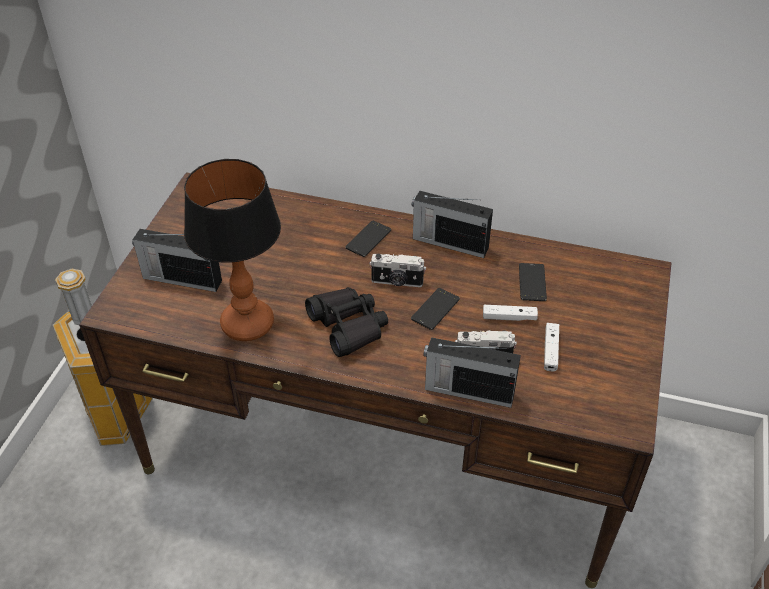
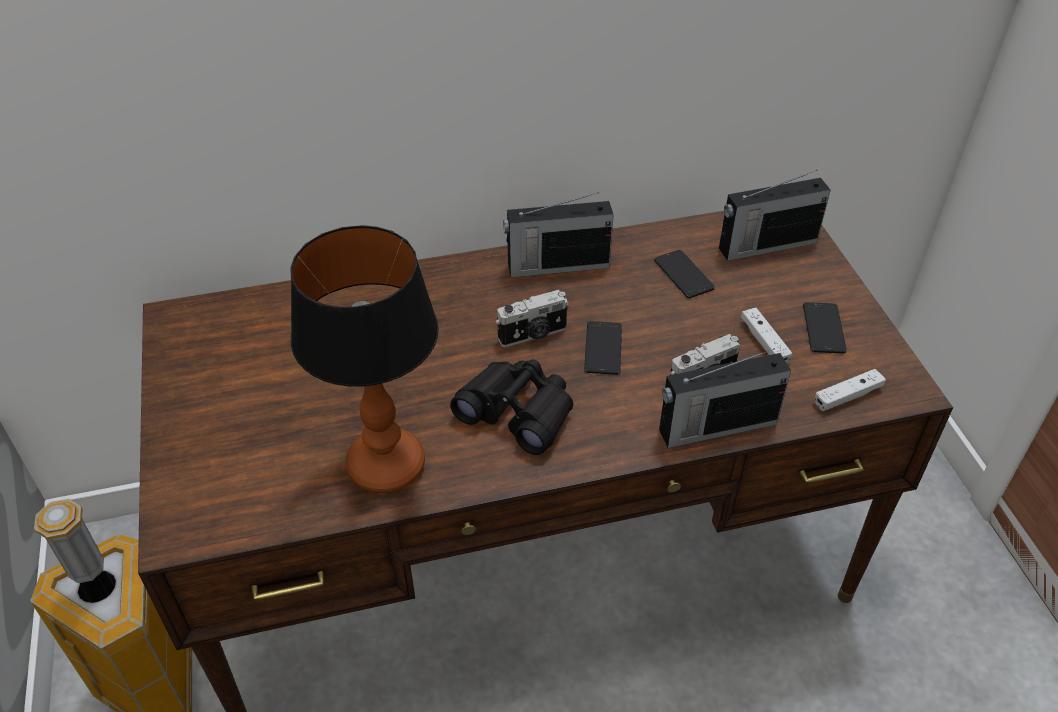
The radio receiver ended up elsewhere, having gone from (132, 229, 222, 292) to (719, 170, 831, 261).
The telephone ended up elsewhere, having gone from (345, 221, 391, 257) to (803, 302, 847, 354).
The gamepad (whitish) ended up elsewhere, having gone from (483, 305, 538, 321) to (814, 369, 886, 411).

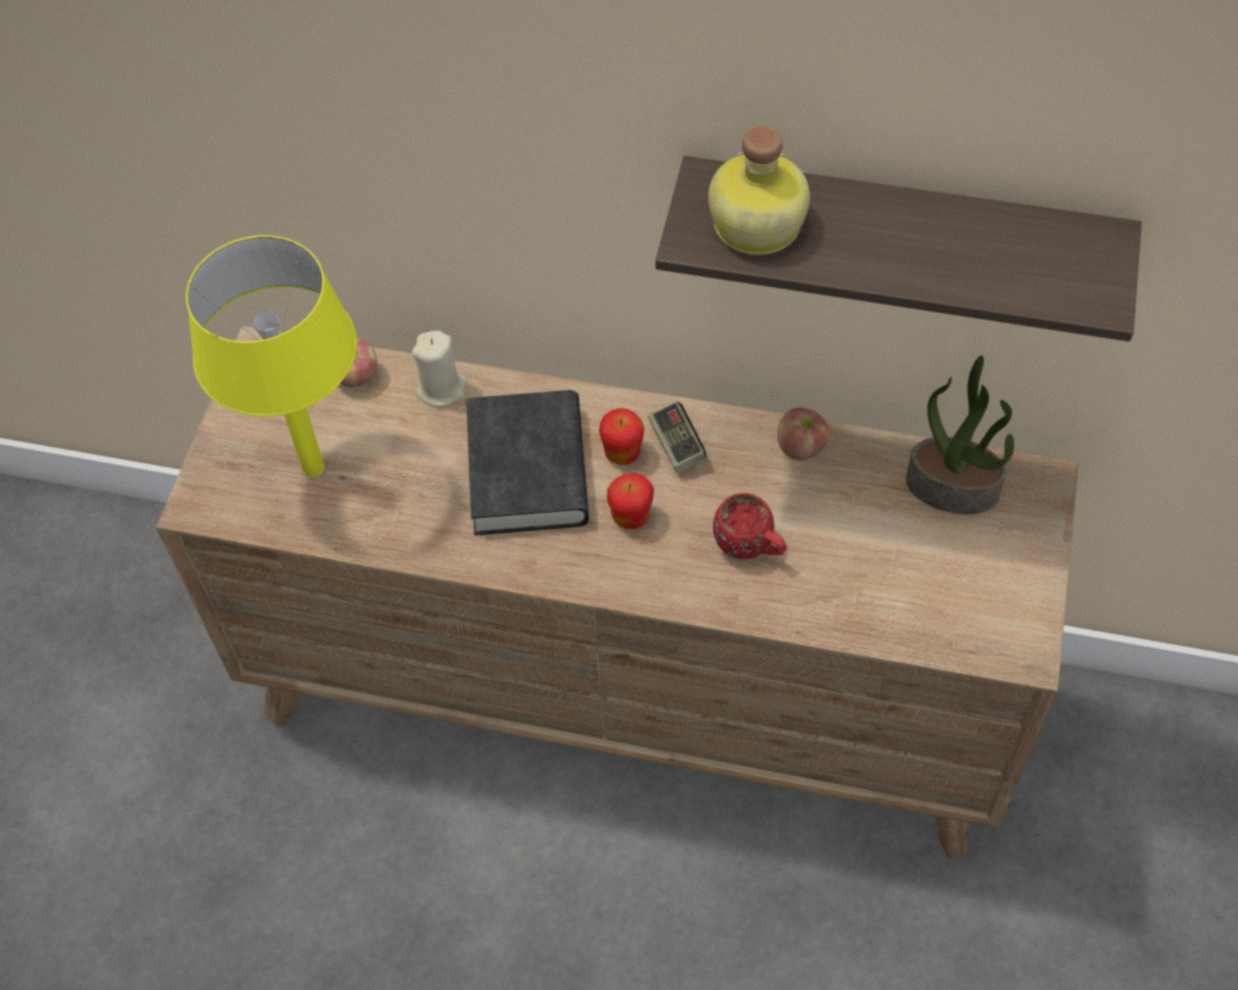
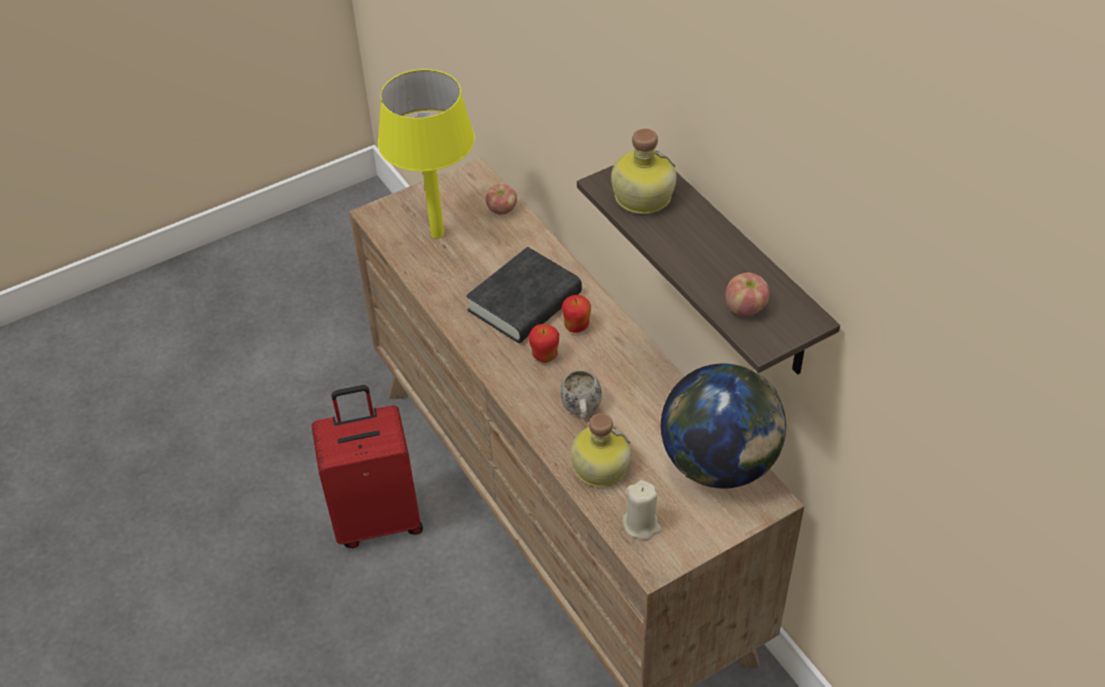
The wax light (beige) ended up elsewhere, having gone from (412, 330, 467, 407) to (623, 480, 662, 540).
The second view lost the gamepad at (648, 401, 707, 473).
What was the mug (reddish) at (713, 493, 787, 560) turned into the mug (whitish) at (560, 370, 602, 419).
The whole apple ended up elsewhere, having gone from (777, 407, 829, 460) to (725, 273, 769, 316).
Where the potted plant stood at (906, 356, 1014, 514), the globe came to stand at (661, 364, 786, 489).
The second view gained the suitcase (reddish) at (312, 385, 423, 548).
The second view gained the beverage bottle at (570, 413, 631, 487).

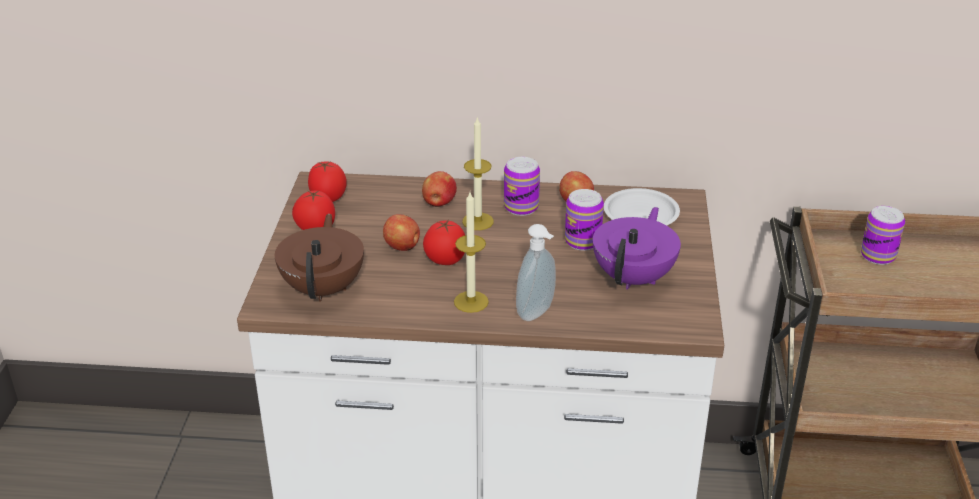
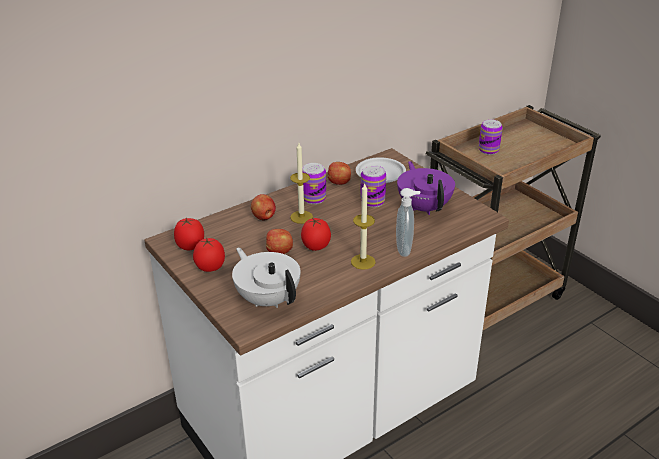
What was the teapot (brown) at (275, 214, 364, 302) turned into the teapot (whitish) at (232, 248, 300, 308).

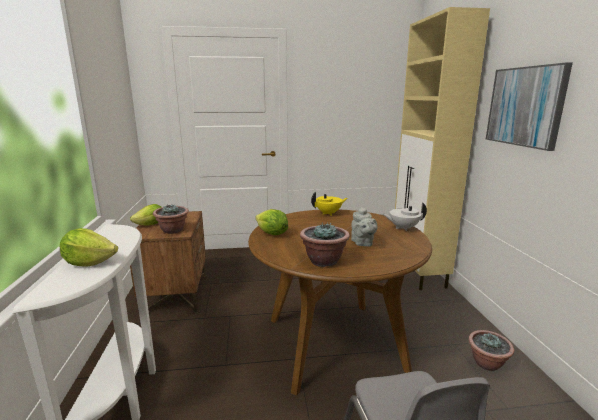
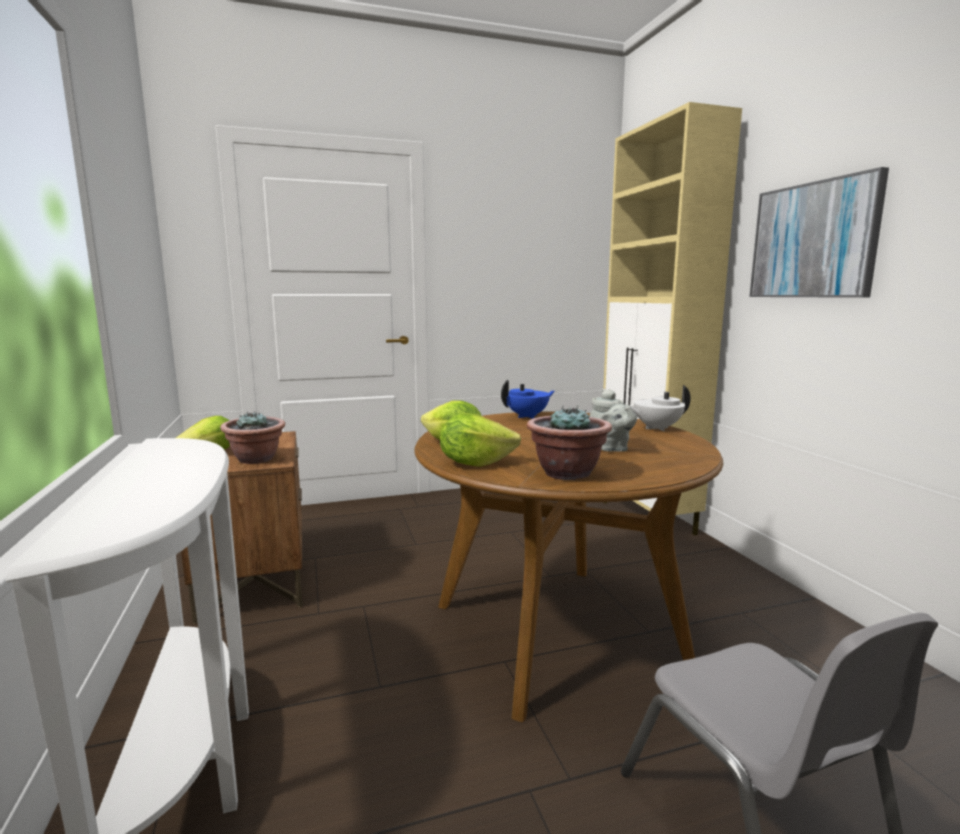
The head of lettuce ended up elsewhere, having gone from (60, 228, 118, 267) to (440, 413, 521, 467).
What was the teapot (yellow) at (311, 192, 347, 216) turned into the teapot (blue) at (501, 380, 555, 419).
The second view lost the potted plant at (469, 330, 514, 371).

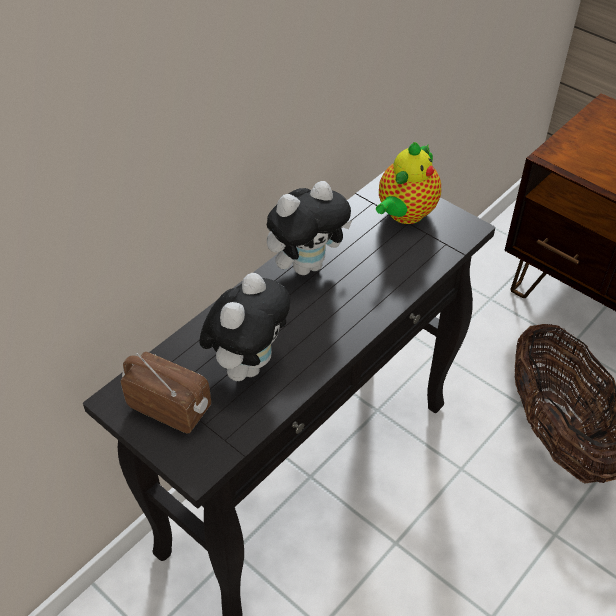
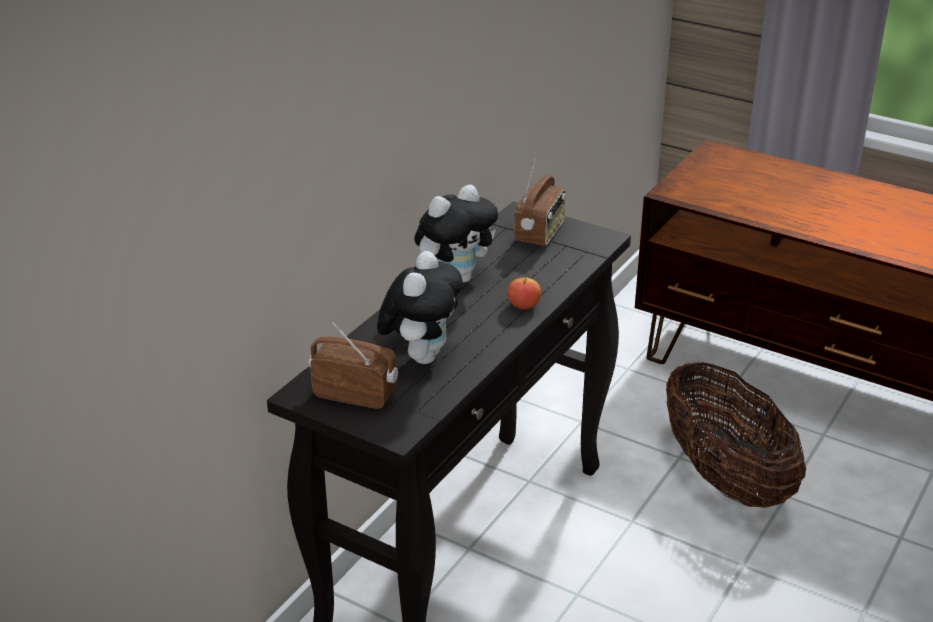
Where the teapot stood at (376, 142, 441, 224), the radio receiver came to stand at (514, 158, 566, 246).
The second view gained the whole apple at (507, 277, 541, 310).

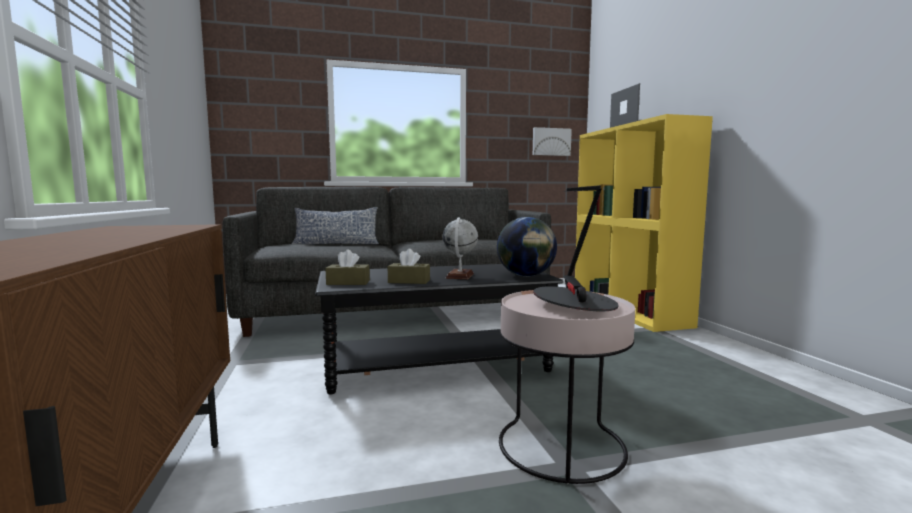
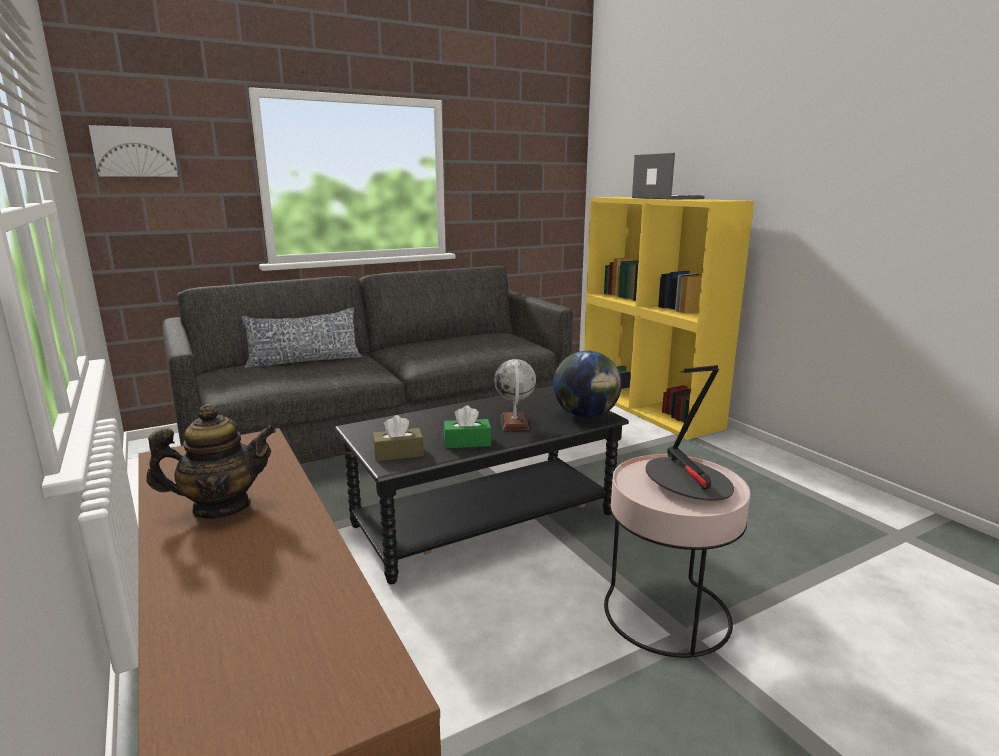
What was the tissue box (brown) at (388, 249, 430, 284) turned into the tissue box (green) at (444, 405, 491, 448).
The picture ended up elsewhere, having gone from (533, 127, 572, 156) to (89, 125, 178, 177).
The second view gained the teapot at (147, 404, 276, 519).

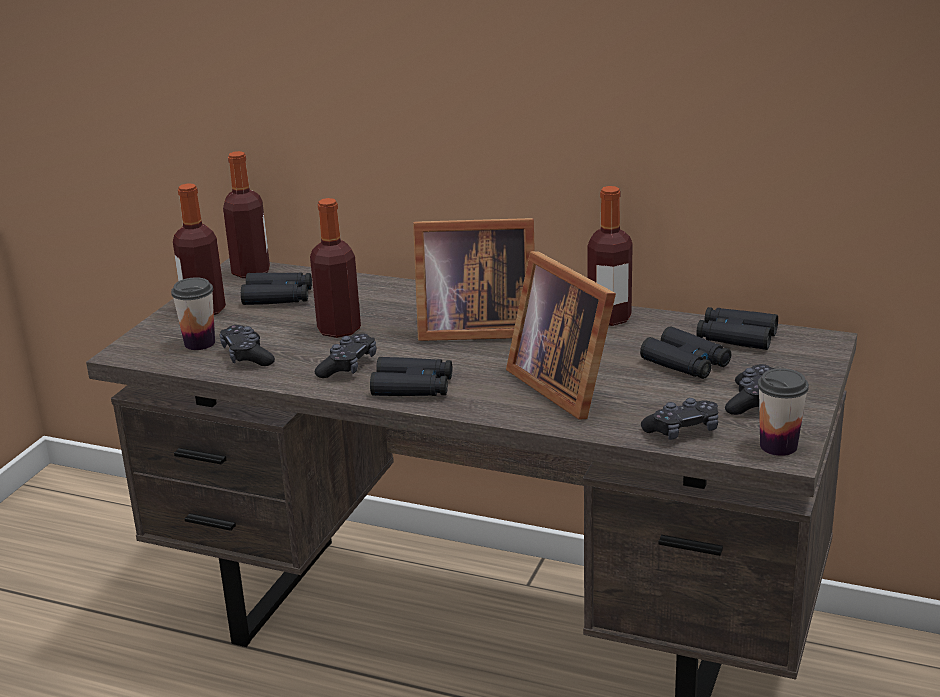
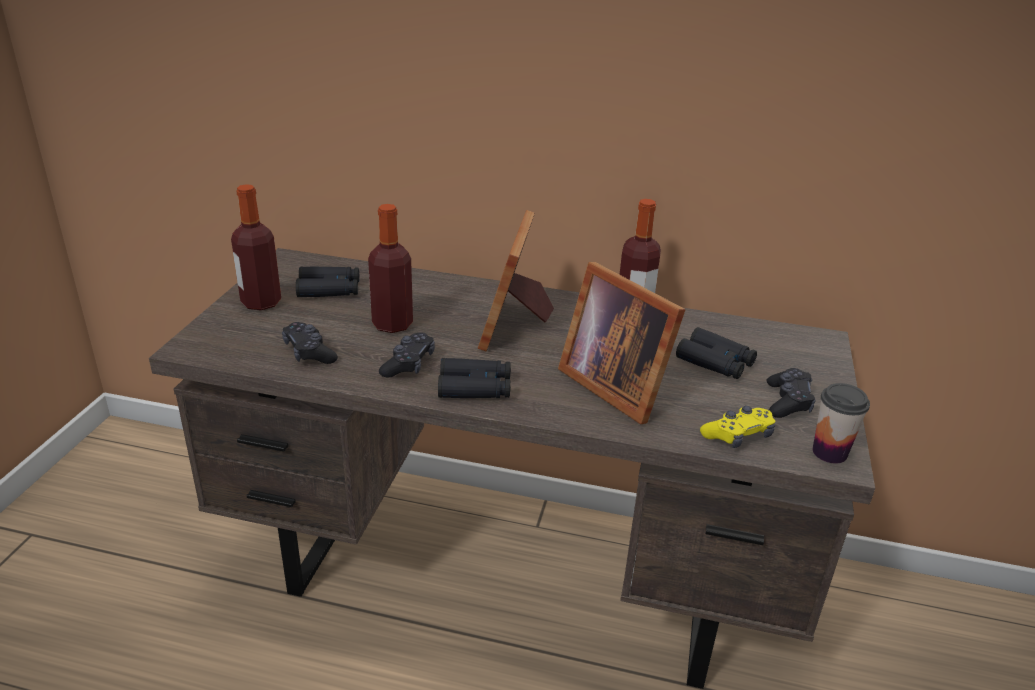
The second view lost the cup at (171, 277, 215, 350).
The second view lost the beverage bottle at (223, 151, 270, 278).
The standing frame at (413, 218, 535, 341) ended up facing another way, 105 degrees clockwise from before.
What was the gamepad (blackish) at (641, 398, 719, 440) turned into the gamepad (yellow) at (700, 406, 775, 448).
The second view lost the field glasses (blackish) at (696, 307, 778, 350).

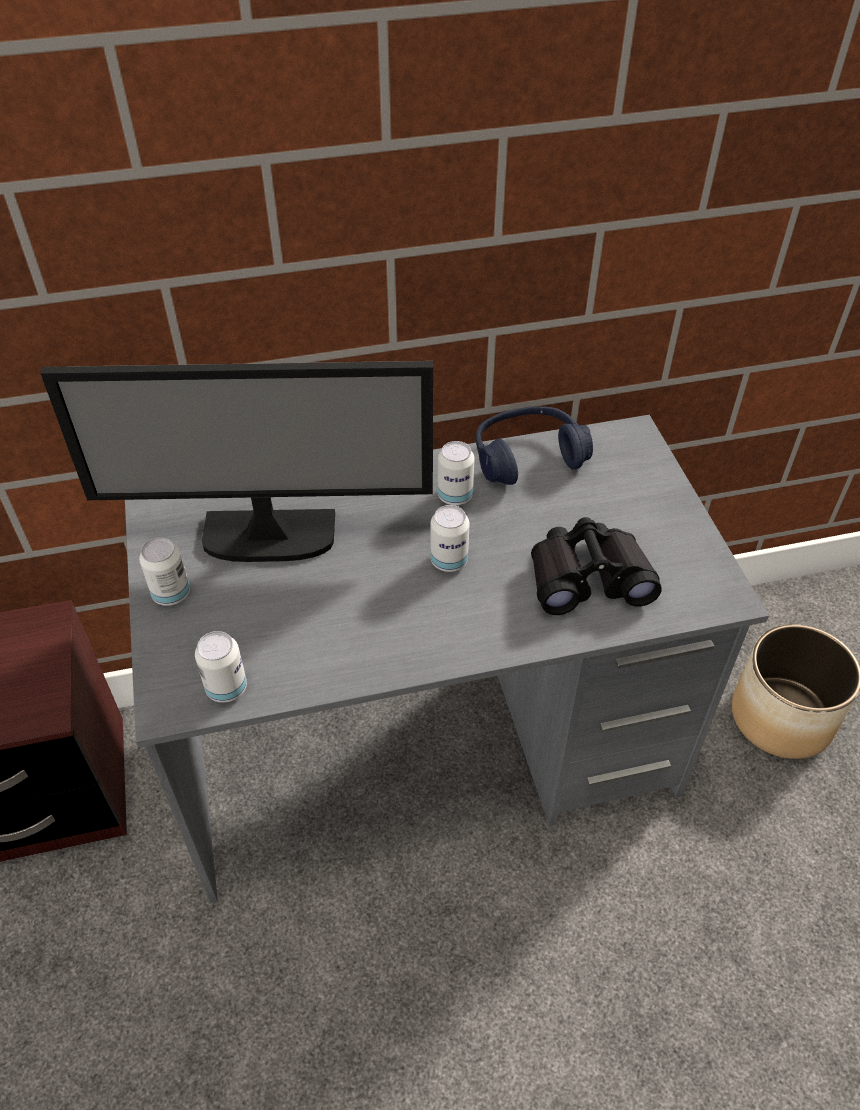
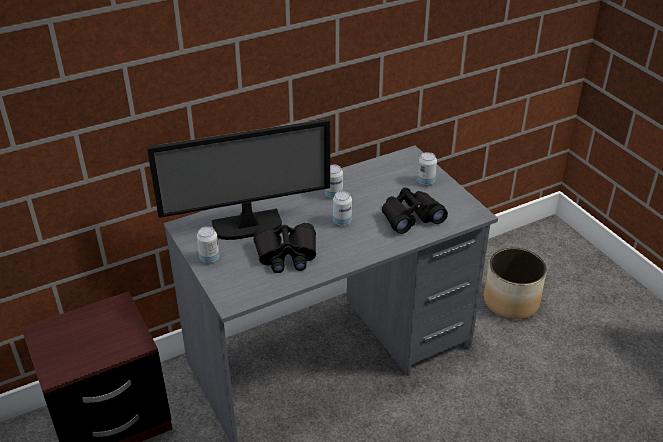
The can ended up elsewhere, having gone from (195, 631, 247, 703) to (417, 152, 437, 185).
The second view lost the headphones (blue) at (476, 406, 593, 485).
The second view gained the field glasses (blackish) at (253, 223, 316, 273).

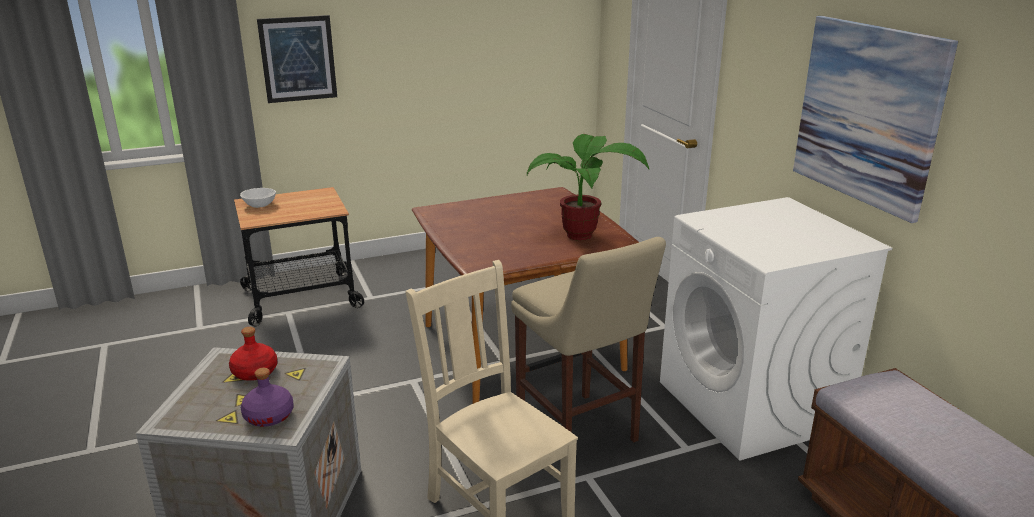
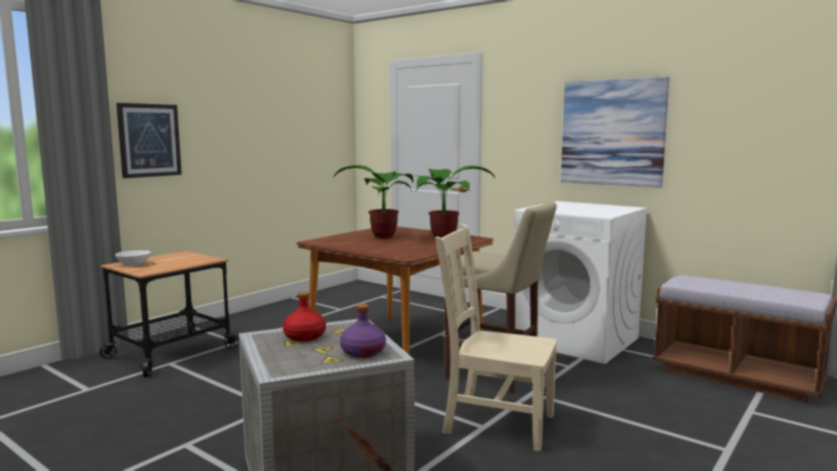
The second view gained the potted plant at (333, 165, 413, 239).

